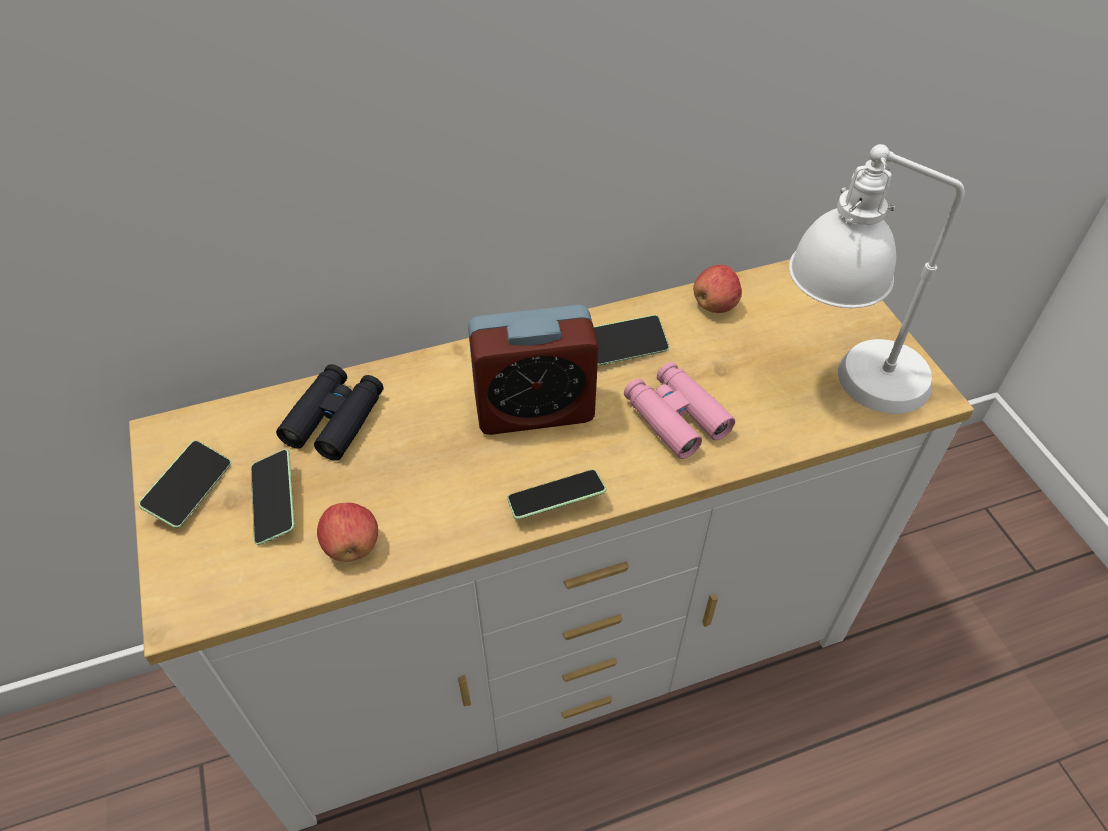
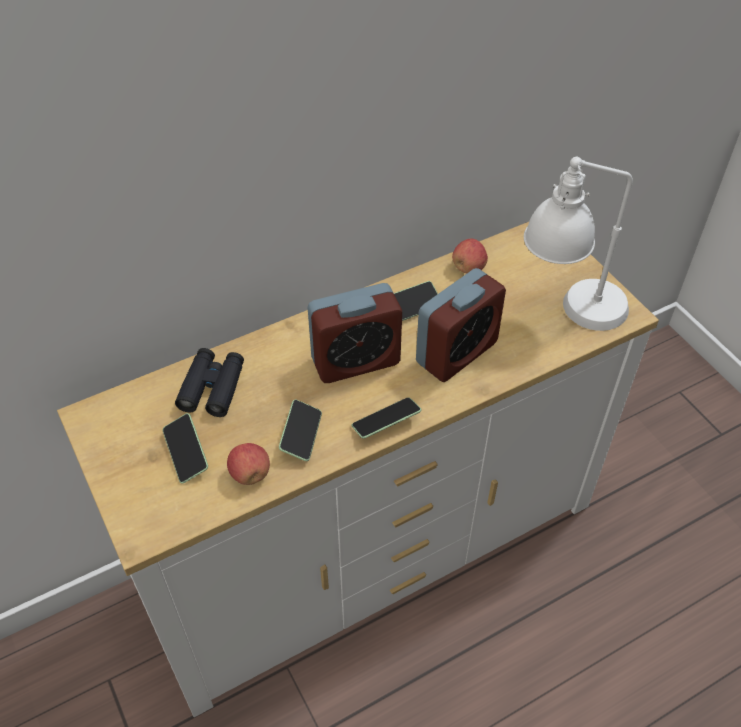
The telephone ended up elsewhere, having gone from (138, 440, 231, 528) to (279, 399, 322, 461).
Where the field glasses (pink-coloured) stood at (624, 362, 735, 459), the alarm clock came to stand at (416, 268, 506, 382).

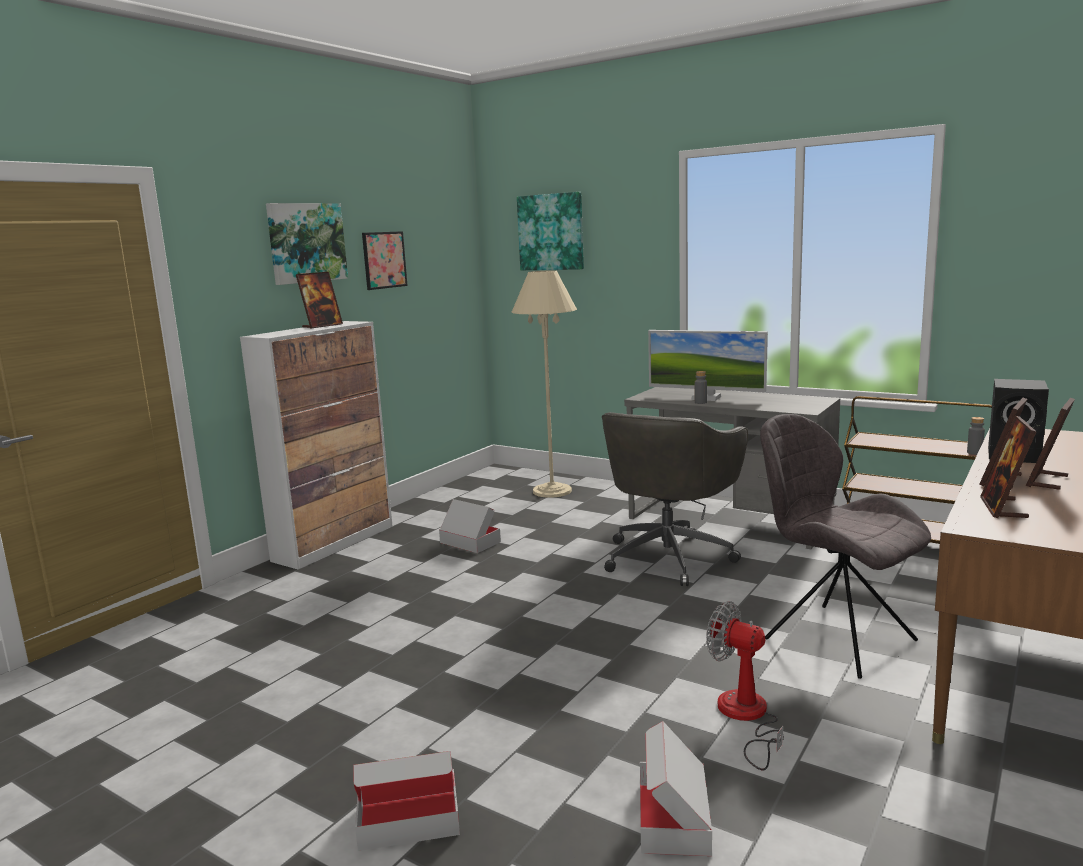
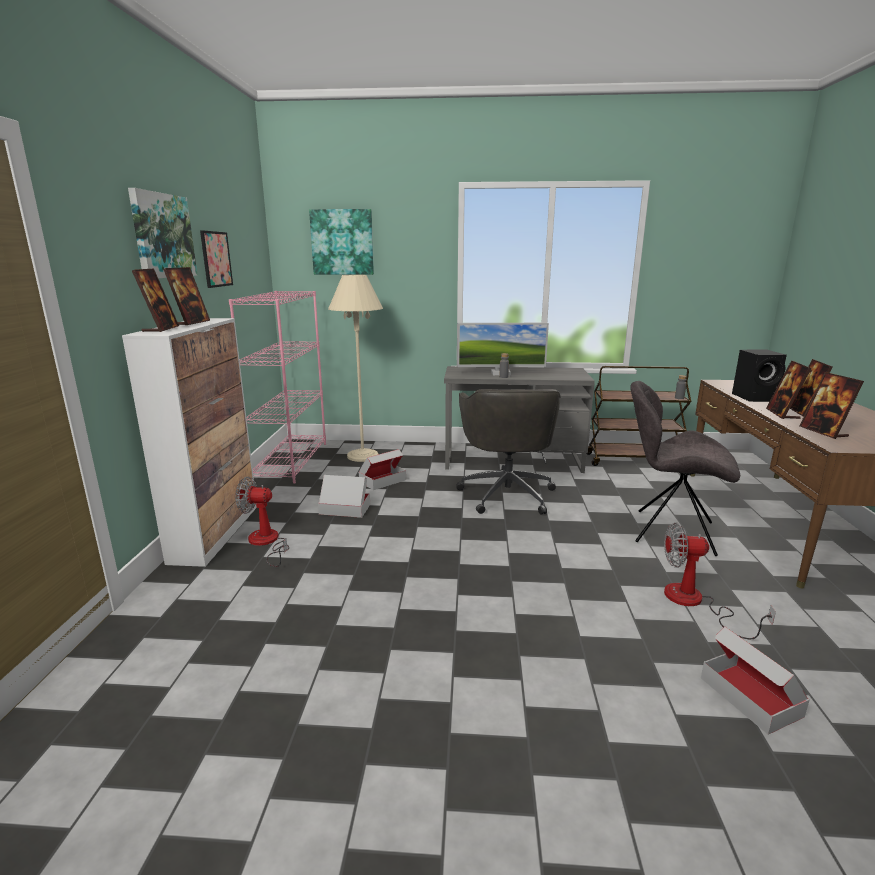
The carton ended up elsewhere, having gone from (353, 751, 460, 851) to (359, 449, 406, 490).
The second view gained the standing frame at (132, 269, 179, 332).
The second view gained the shelving unit (pink-coloured) at (229, 291, 326, 484).
The second view gained the fan at (235, 477, 289, 567).

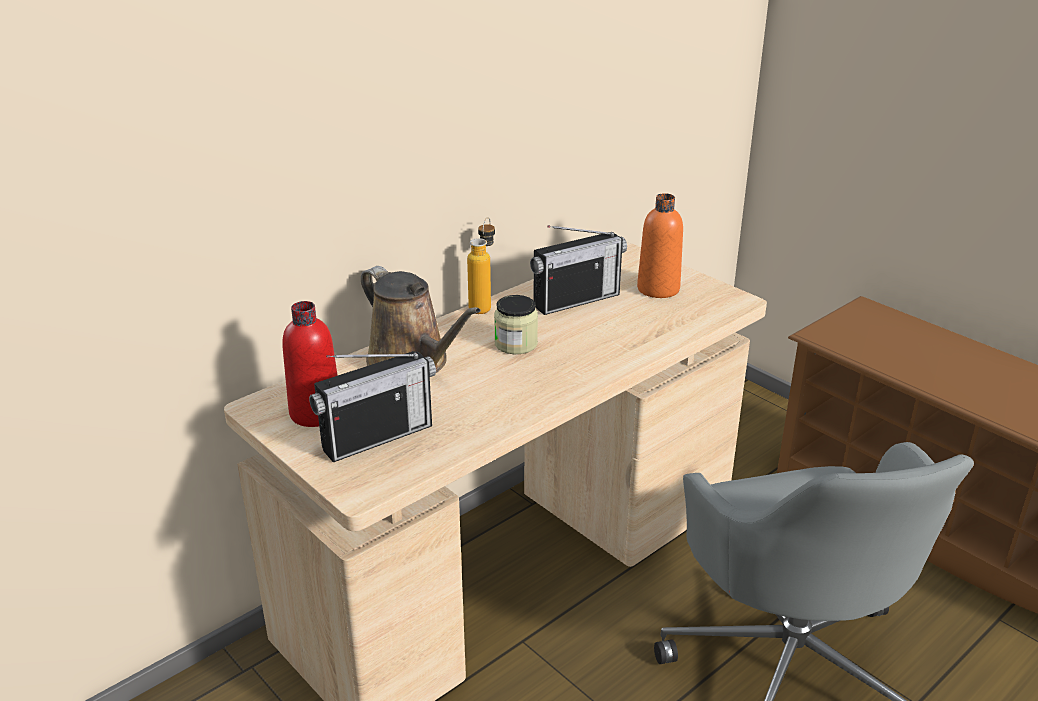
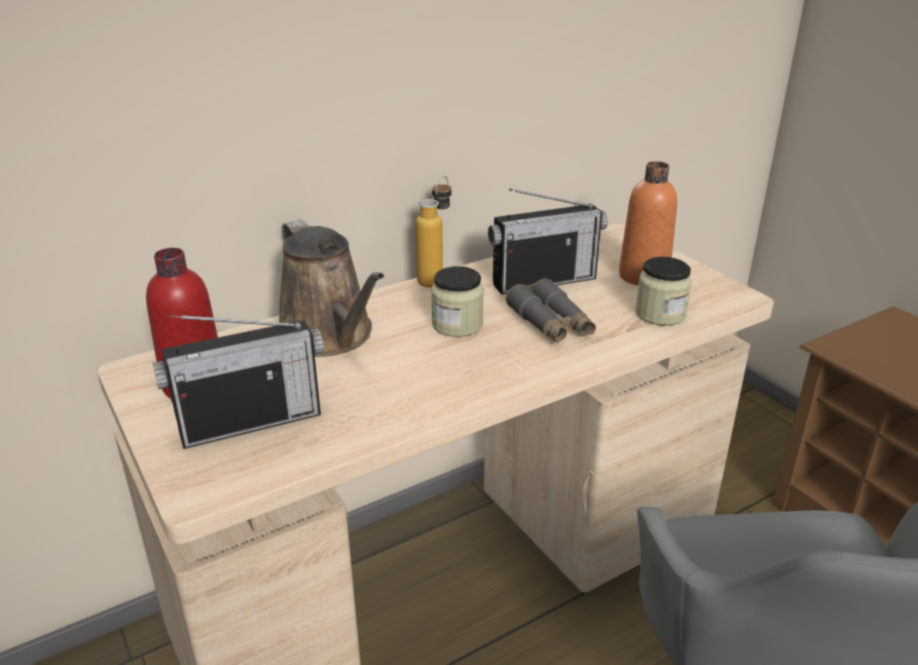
The second view gained the field glasses (gray) at (506, 279, 596, 343).
The second view gained the preserve jar at (635, 257, 692, 326).

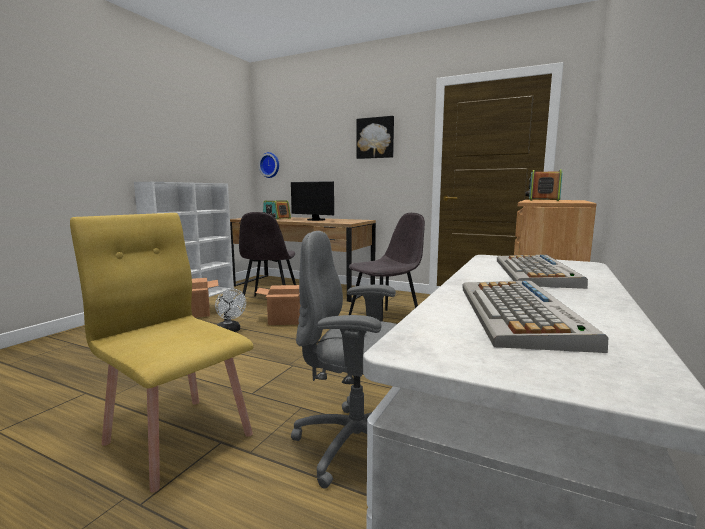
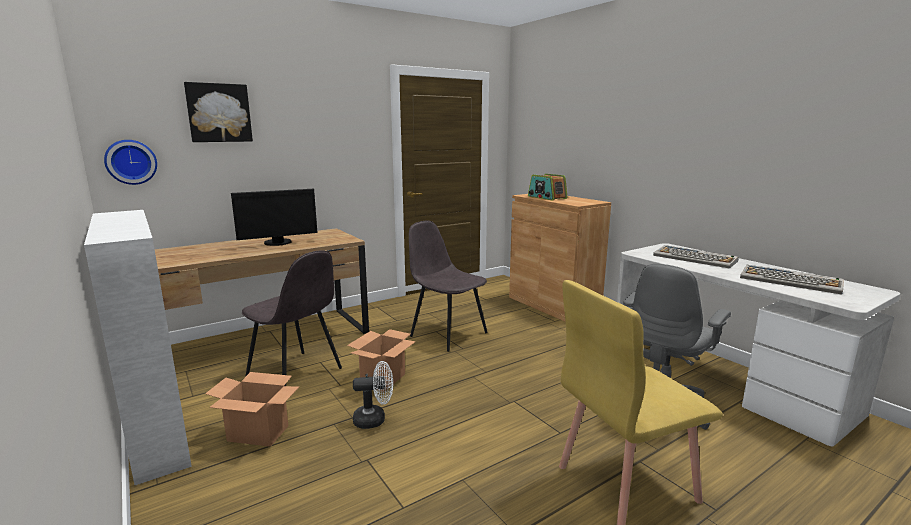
The second view lost the radio receiver at (263, 200, 291, 219).
The upright chair (gray) at (349, 213, 425, 322) ended up facing another way, 45 degrees counterclockwise from before.
The picture ended up elsewhere, having gone from (356, 116, 394, 159) to (184, 82, 253, 142).

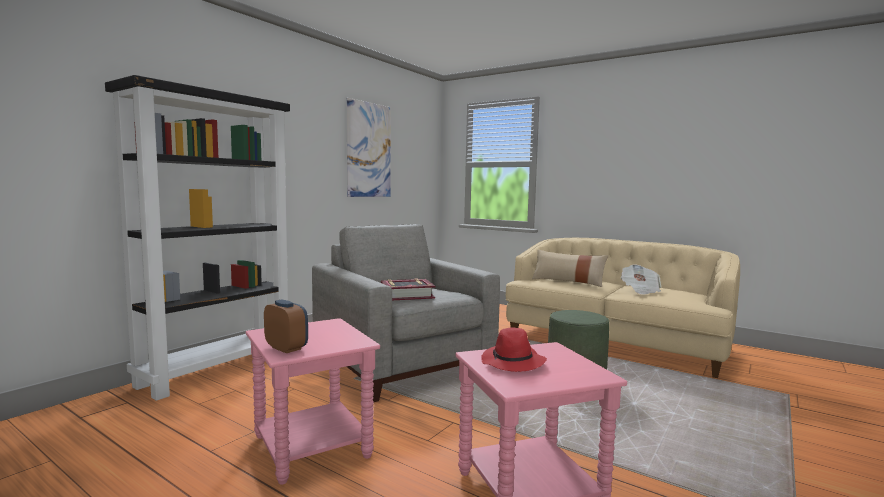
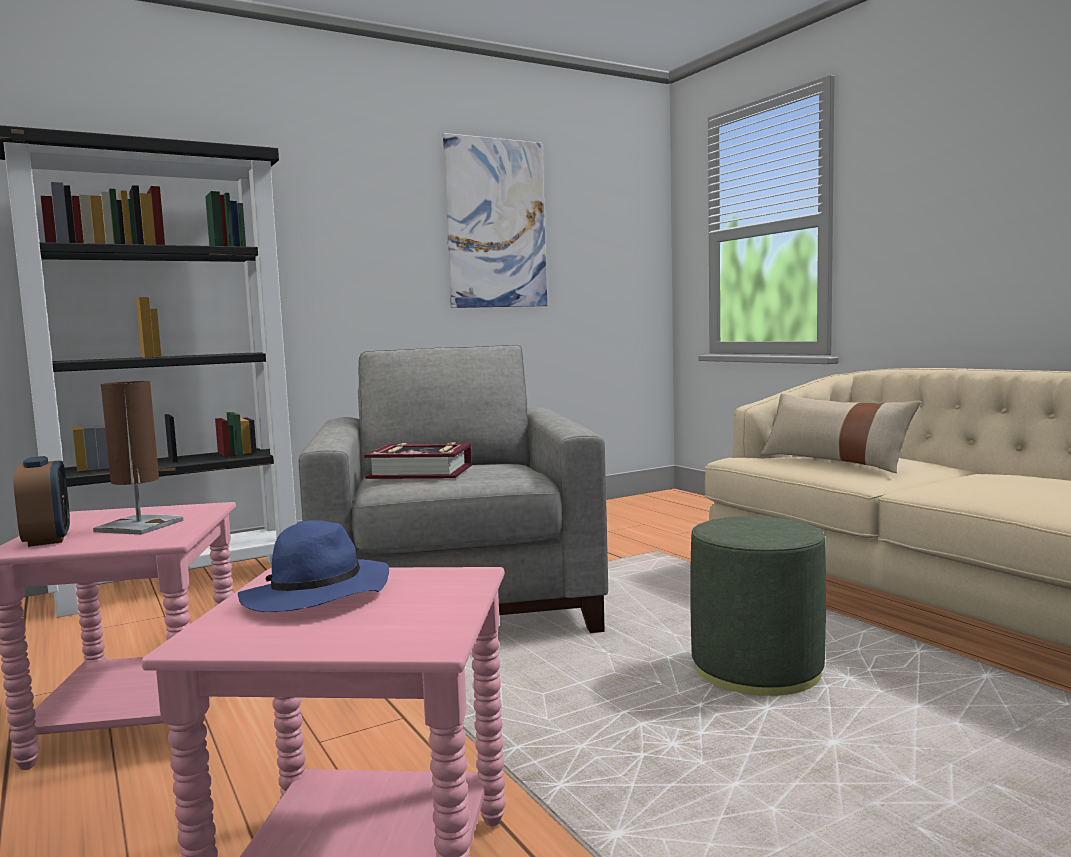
What was the wearable hat (reddish) at (481, 327, 547, 372) turned into the wearable hat (blue) at (238, 520, 389, 612).
The second view lost the printed paper at (621, 264, 661, 295).
The second view gained the table lamp (brown) at (93, 381, 184, 535).

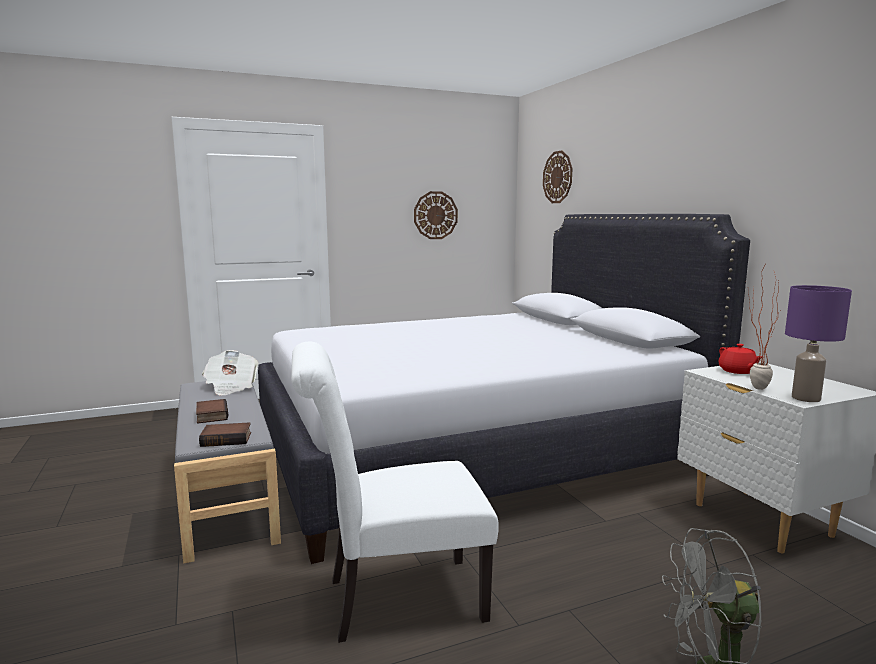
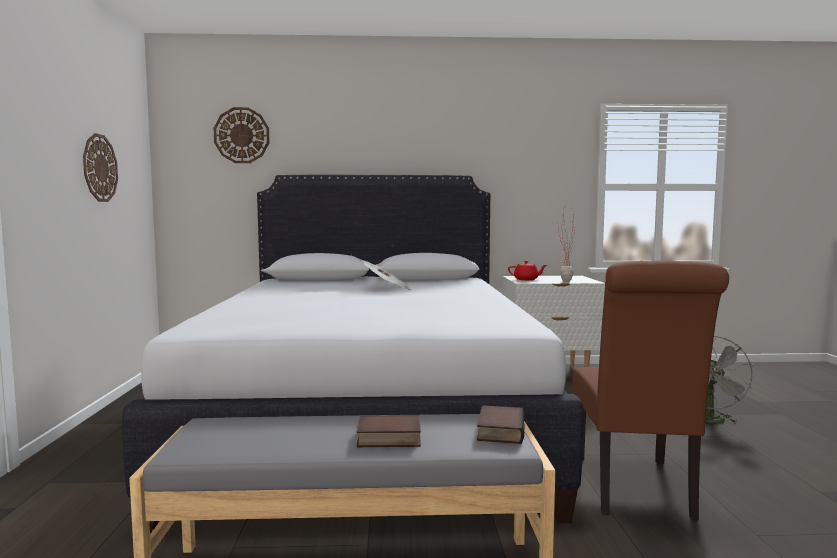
The printed paper ended up elsewhere, having gone from (202, 350, 259, 396) to (360, 259, 411, 290).
What was the upright chair (whitish) at (291, 342, 499, 643) turned into the upright chair (brown) at (572, 260, 729, 520).
The second view lost the table lamp (purplish) at (785, 285, 852, 402).

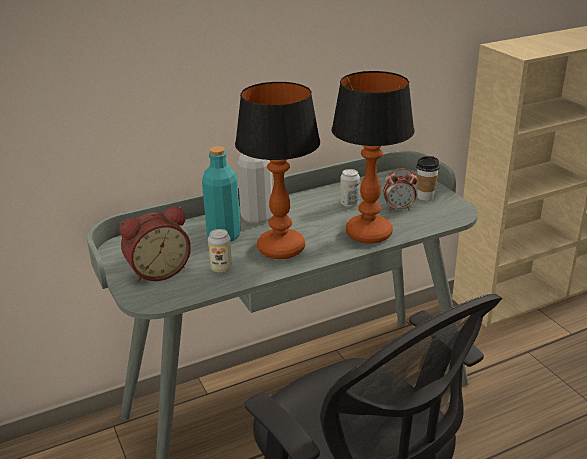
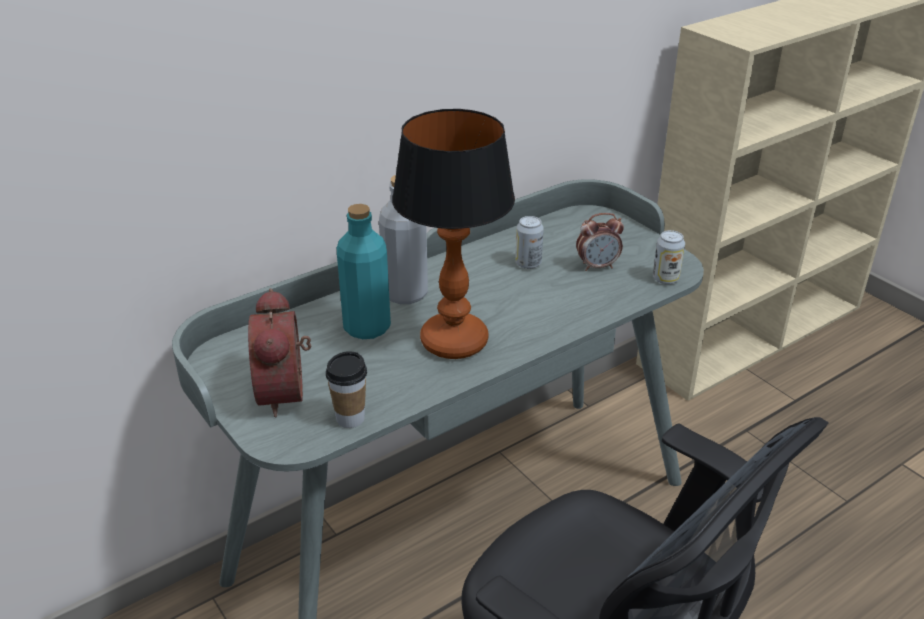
The alarm clock at (120, 206, 191, 282) ended up facing another way, 120 degrees clockwise from before.
The can ended up elsewhere, having gone from (208, 229, 232, 273) to (653, 230, 685, 285).
The second view lost the table lamp at (331, 71, 415, 243).
The cup ended up elsewhere, having gone from (416, 156, 440, 201) to (326, 351, 367, 428).

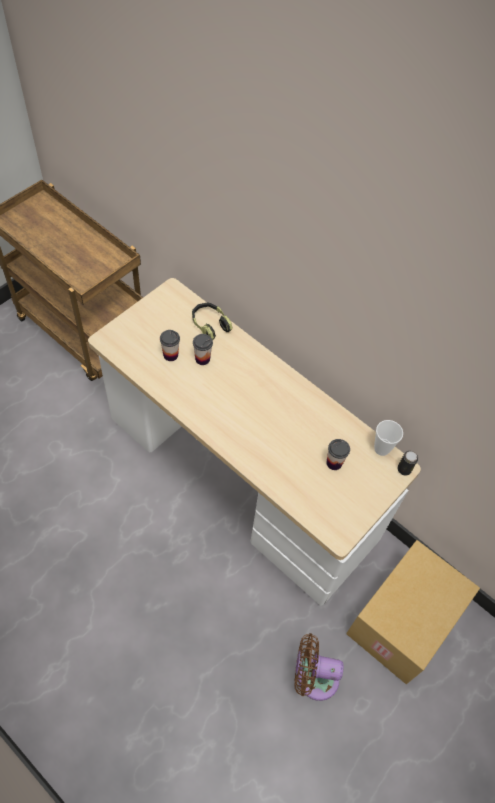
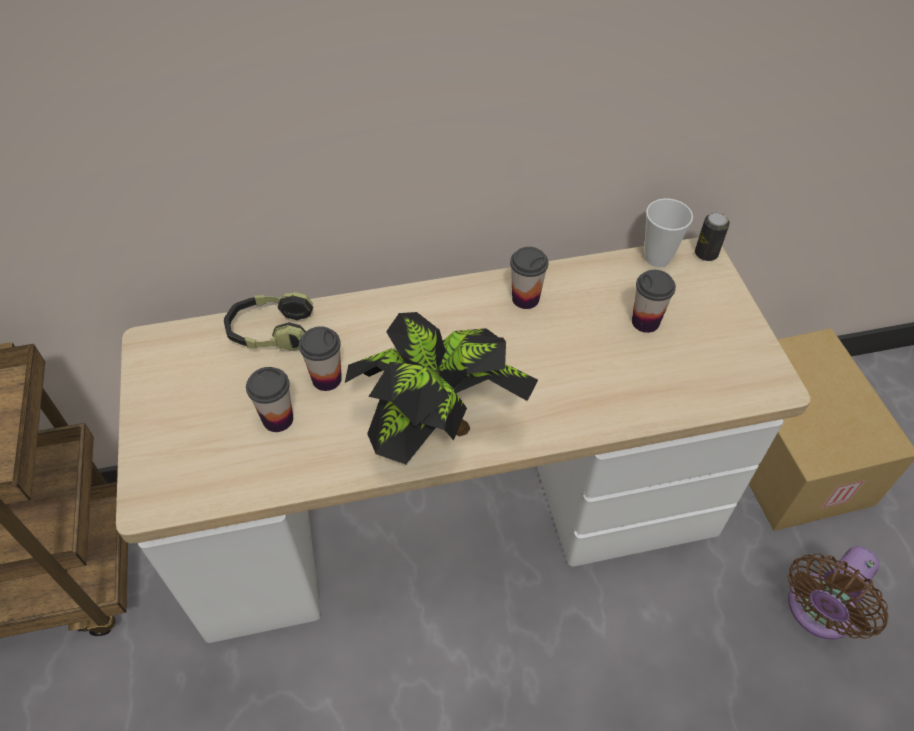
The second view gained the potted plant at (345, 312, 538, 464).
The second view gained the cup at (510, 247, 548, 309).

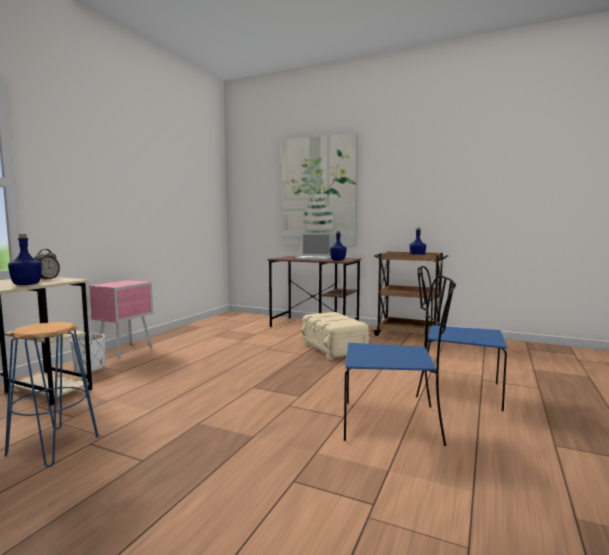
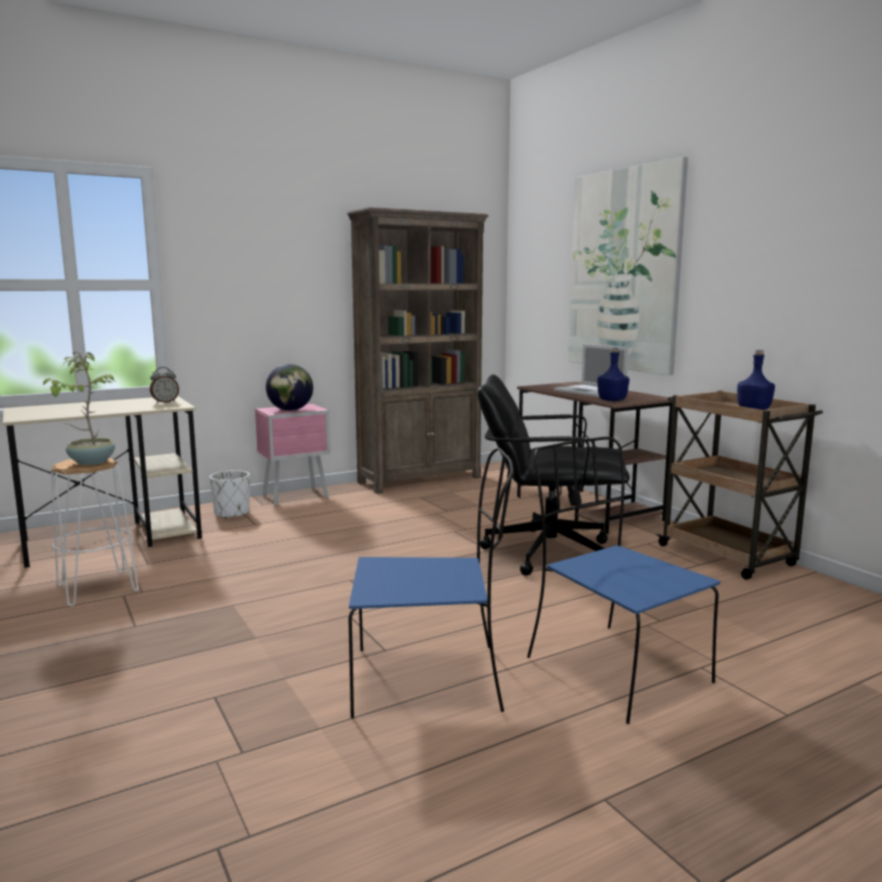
What was the sitting stool (blue) at (5, 322, 99, 467) turned into the sitting stool (whitish) at (50, 457, 139, 606).
The second view lost the beverage bottle (blue) at (8, 234, 42, 285).
Where the storage box (beige) stood at (301, 312, 370, 360), the computer chair (blackish) came to stand at (477, 374, 630, 576).
The upright chair (blue) at (344, 275, 456, 446) ended up facing another way, 45 degrees counterclockwise from before.
The second view gained the potted plant at (43, 352, 115, 465).
The second view gained the globe at (266, 364, 313, 411).
The second view gained the shelving unit (brown) at (347, 207, 488, 494).

